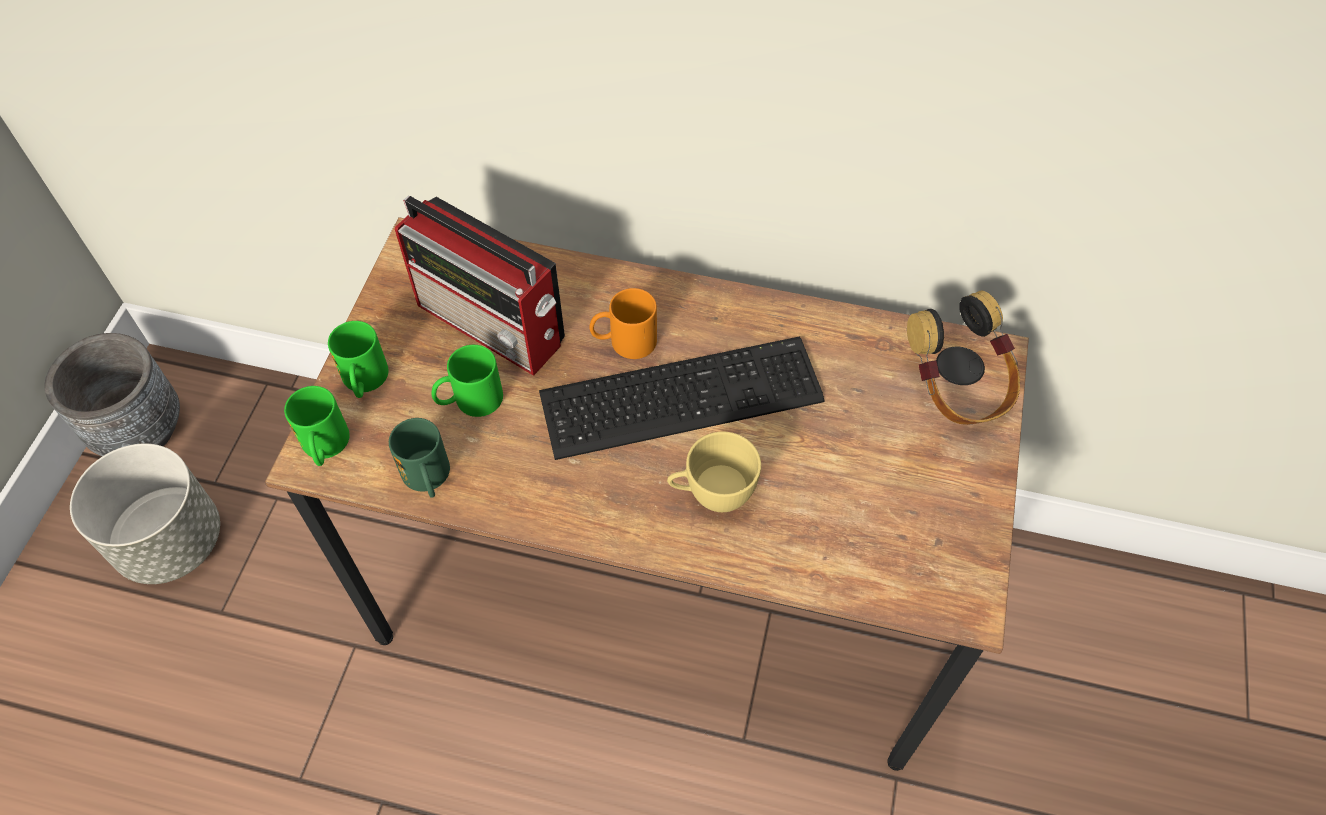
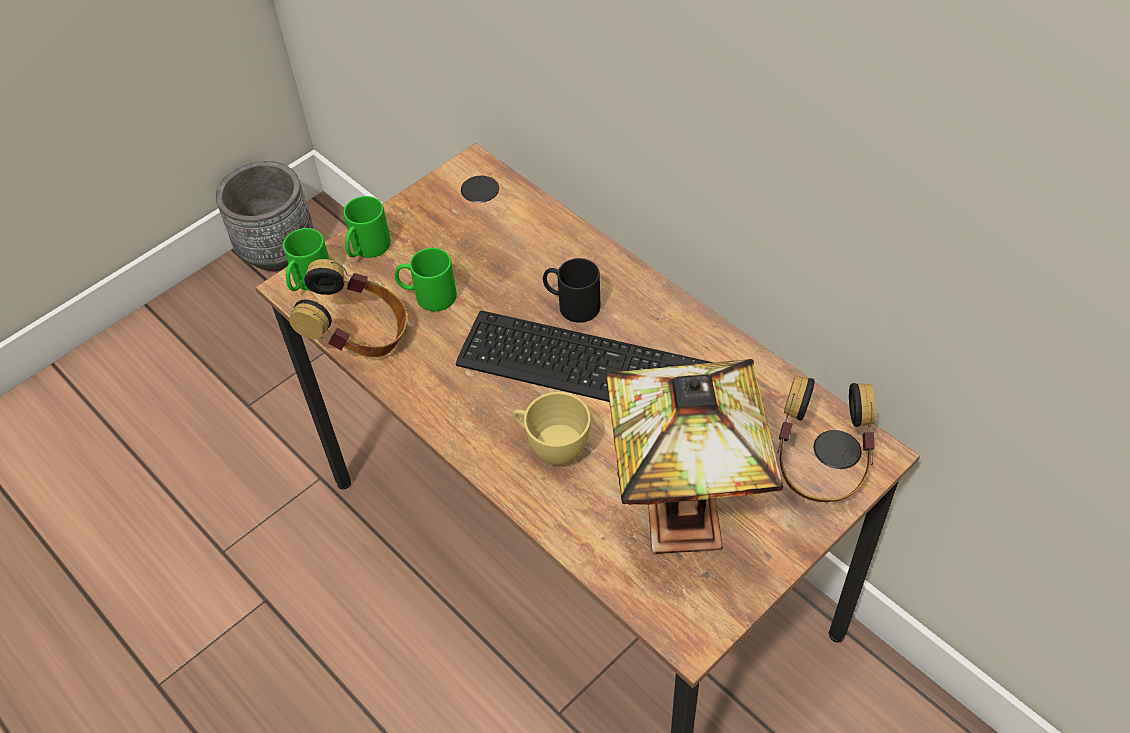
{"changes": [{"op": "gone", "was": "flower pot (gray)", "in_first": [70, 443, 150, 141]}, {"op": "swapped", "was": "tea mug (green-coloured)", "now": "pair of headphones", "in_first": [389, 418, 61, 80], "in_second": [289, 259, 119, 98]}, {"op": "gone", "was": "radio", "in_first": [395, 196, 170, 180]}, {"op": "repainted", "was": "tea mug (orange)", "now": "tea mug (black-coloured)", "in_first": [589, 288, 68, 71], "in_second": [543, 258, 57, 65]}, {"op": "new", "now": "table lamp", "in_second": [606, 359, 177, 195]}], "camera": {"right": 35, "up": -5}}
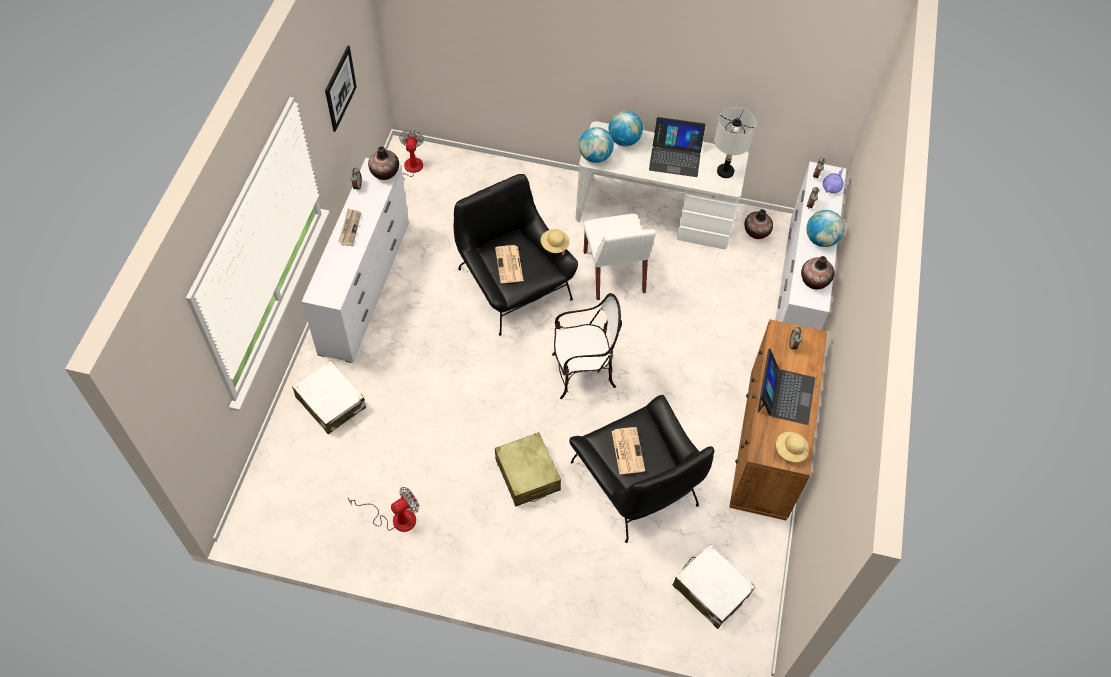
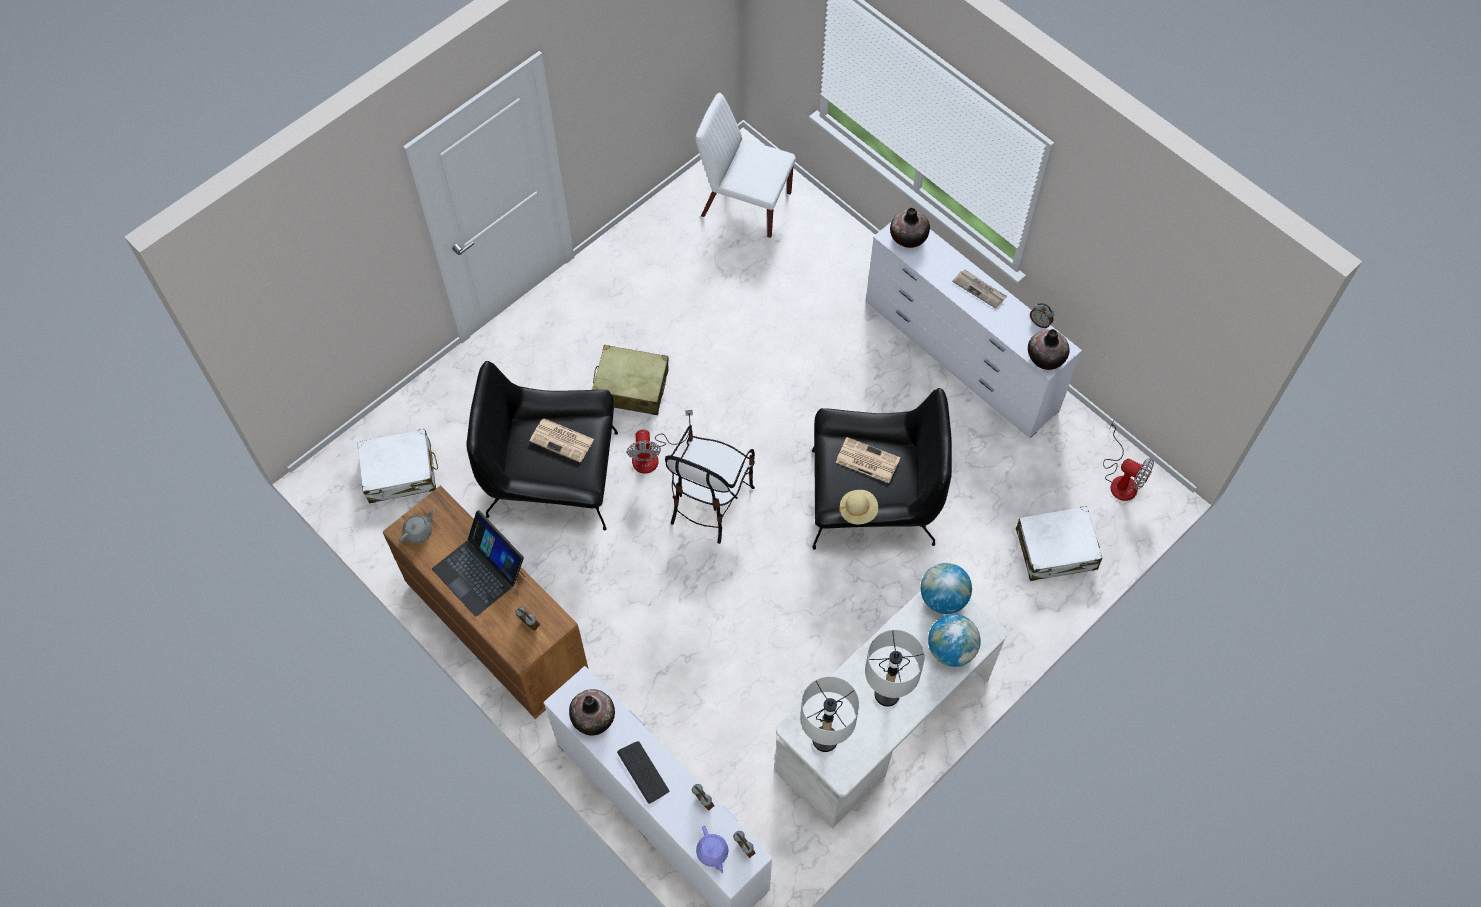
{"changes": [{"op": "shifted", "was": "piece of luggage (white-coloured)", "in_first": [292, 360, 74, 74], "in_second": [1016, 506, 87, 75]}, {"op": "gone", "was": "wall art", "in_first": [325, 45, 32, 87]}, {"op": "shifted", "was": "cooling fan", "in_first": [348, 487, 71, 45], "in_second": [626, 410, 67, 63]}, {"op": "shifted", "was": "upright chair (white-coloured)", "in_first": [583, 214, 73, 86], "in_second": [695, 93, 101, 145]}, {"op": "swapped", "was": "portable computer", "now": "table lamp (gray)", "in_first": [649, 117, 57, 60], "in_second": [865, 630, 60, 77]}, {"op": "shifted", "was": "vase", "in_first": [744, 209, 29, 30], "in_second": [890, 208, 40, 40]}, {"op": "swapped", "was": "wearable hat (beige)", "now": "pot for tea (gray)", "in_first": [776, 432, 33, 30], "in_second": [399, 508, 35, 36]}, {"op": "swapped", "was": "globe", "now": "keyboard", "in_first": [806, 210, 39, 37], "in_second": [617, 741, 53, 63]}], "camera": {"right": 125, "up": 5}}
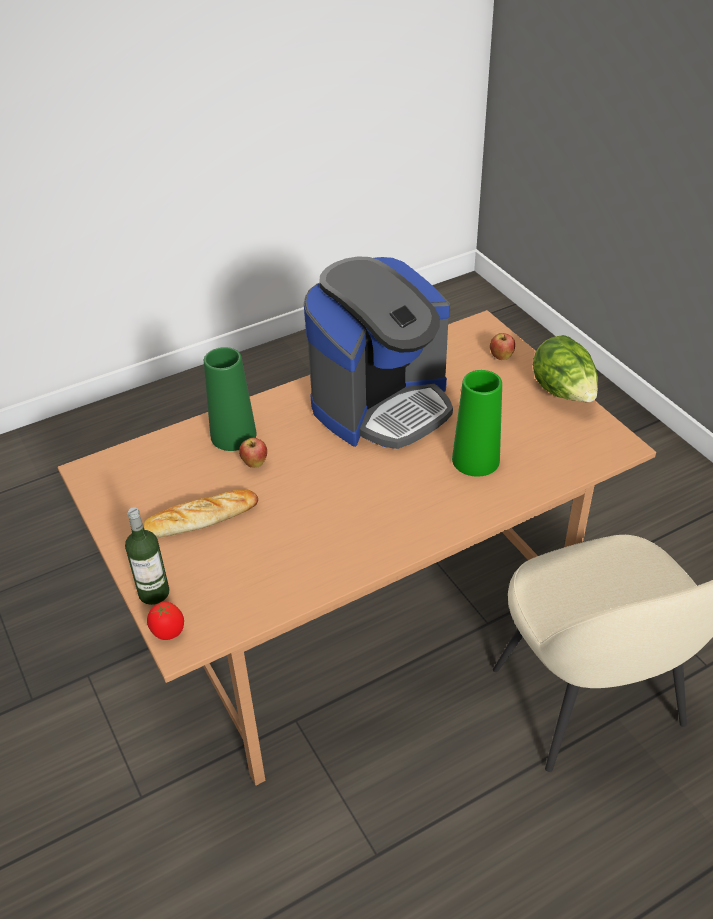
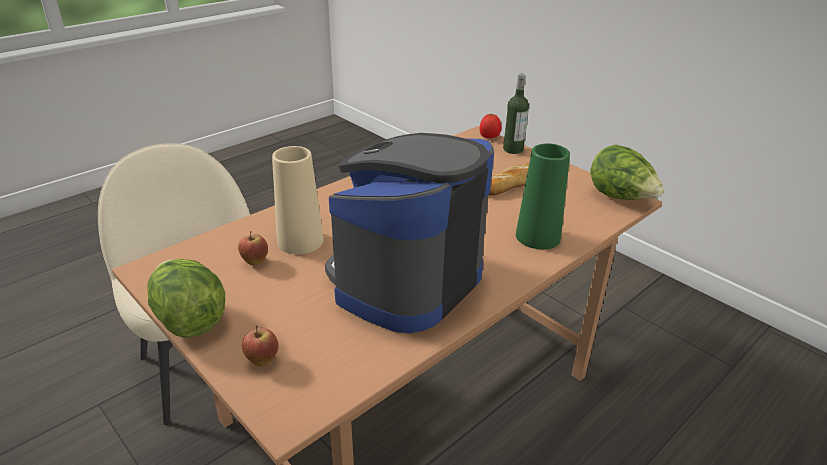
{"changes": [{"op": "shifted", "was": "whole apple", "in_first": [239, 438, 28, 30], "in_second": [238, 231, 30, 35]}, {"op": "repainted", "was": "vase (green-coloured)", "now": "vase (beige)", "in_first": [452, 370, 50, 107], "in_second": [272, 146, 52, 108]}, {"op": "new", "now": "lettuce head", "in_second": [590, 145, 74, 55]}], "camera": {"right": 165, "up": -10}}
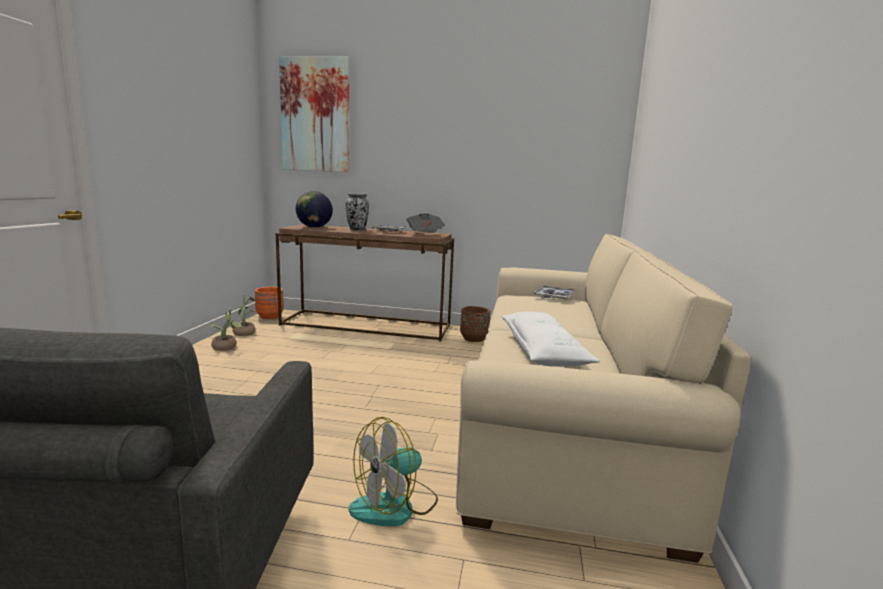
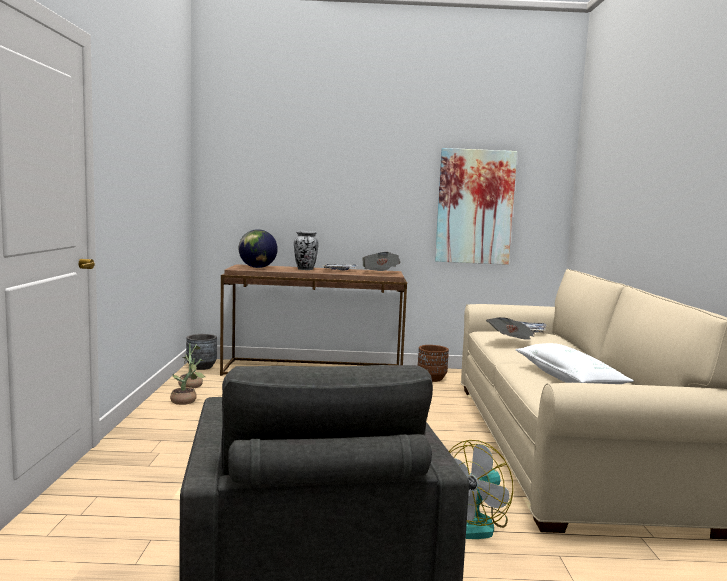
{"changes": [{"op": "repainted", "was": "flower pot (orange)", "now": "flower pot (gray)", "in_first": [255, 287, 29, 32], "in_second": [186, 334, 31, 36]}, {"op": "shifted", "was": "wall art", "in_first": [279, 57, 70, 115], "in_second": [435, 148, 82, 117]}, {"op": "new", "now": "daily paper", "in_second": [486, 317, 49, 23]}], "camera": {"right": -10, "up": -5}}
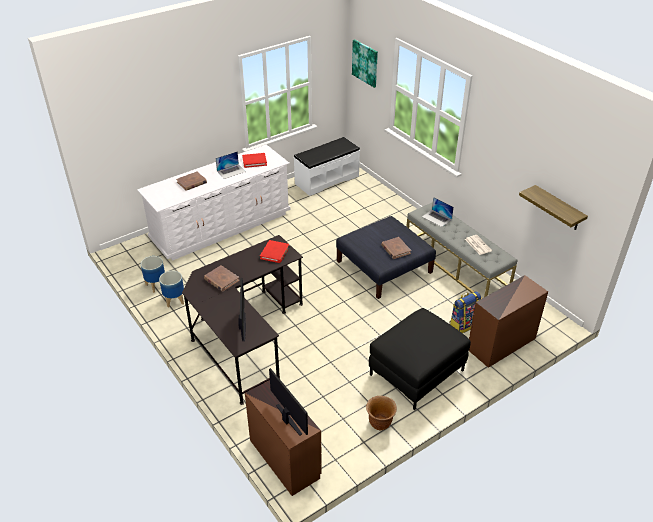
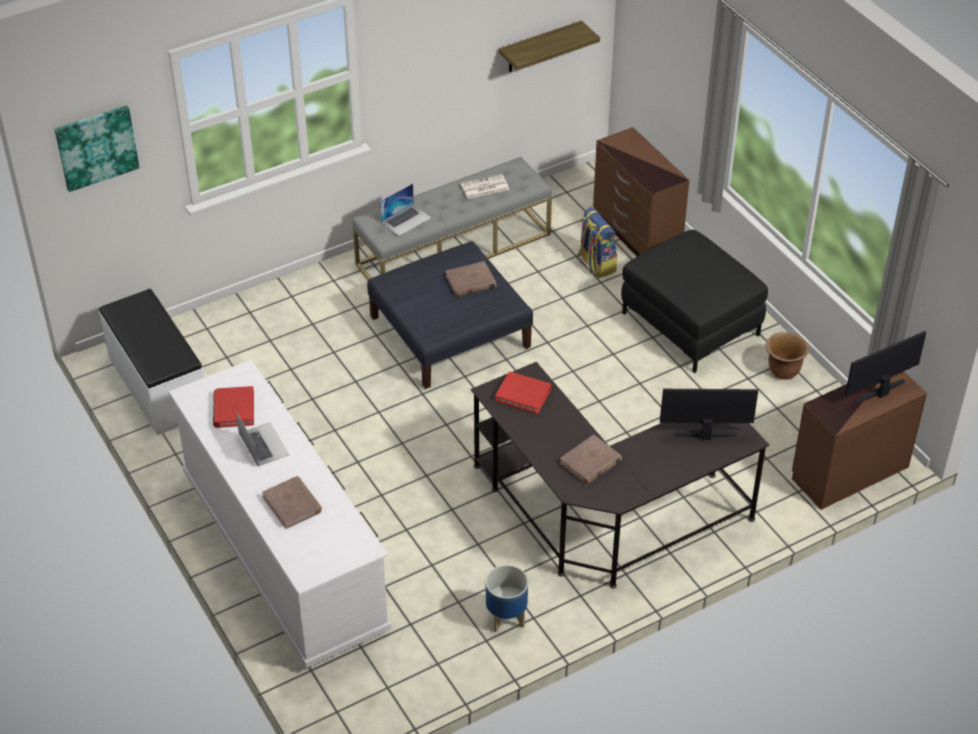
{"changes": [{"op": "gone", "was": "flower pot", "in_first": [141, 256, 24, 37]}], "camera": {"right": -85, "up": 5}}
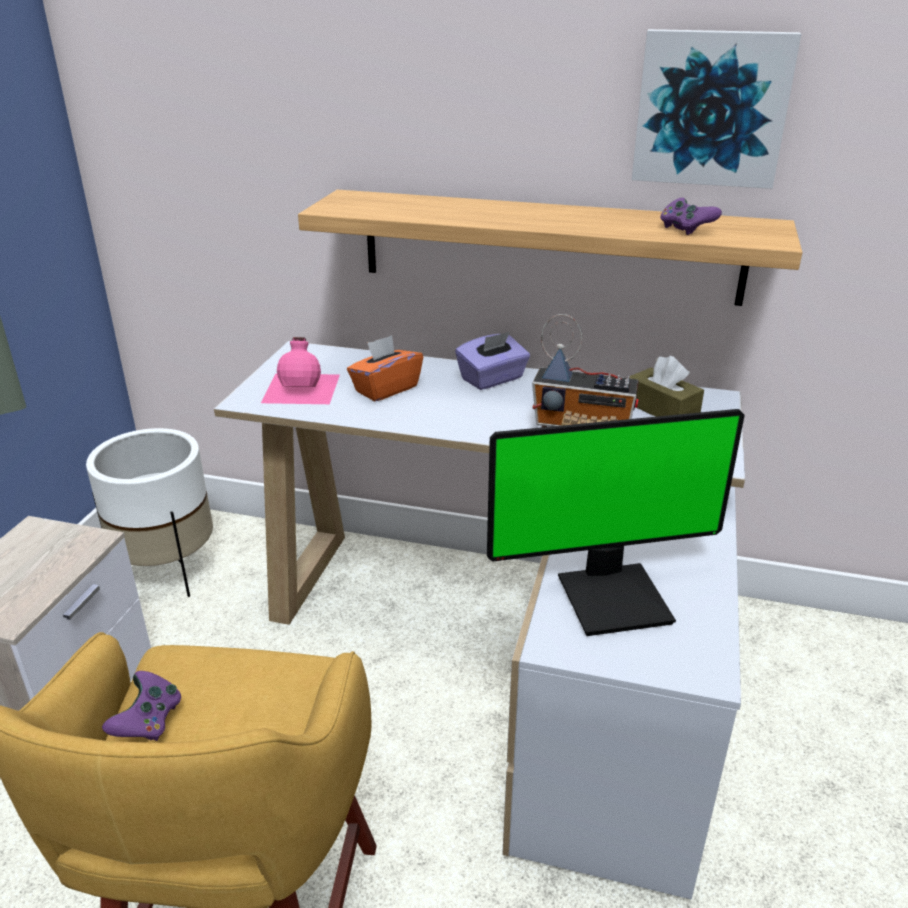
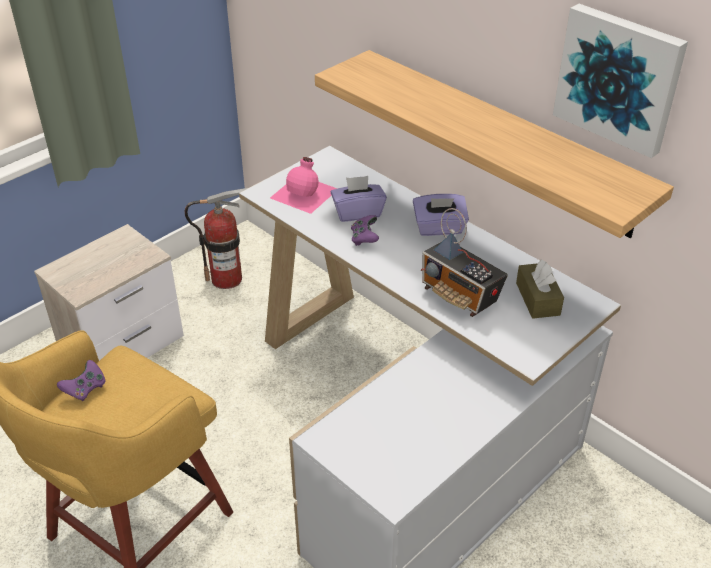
{"changes": [{"op": "swapped", "was": "flower pot (white-coloured)", "now": "extinguisher", "in_first": [86, 428, 127, 169], "in_second": [185, 188, 63, 101]}, {"op": "repainted", "was": "tissue holder (orange)", "now": "tissue holder (purple)", "in_first": [347, 335, 76, 66], "in_second": [331, 176, 56, 46]}, {"op": "gone", "was": "monitor", "in_first": [487, 409, 258, 227]}, {"op": "shifted", "was": "joypad (purple)", "in_first": [660, 198, 62, 37], "in_second": [351, 215, 28, 31]}], "camera": {"right": 30, "up": 10}}
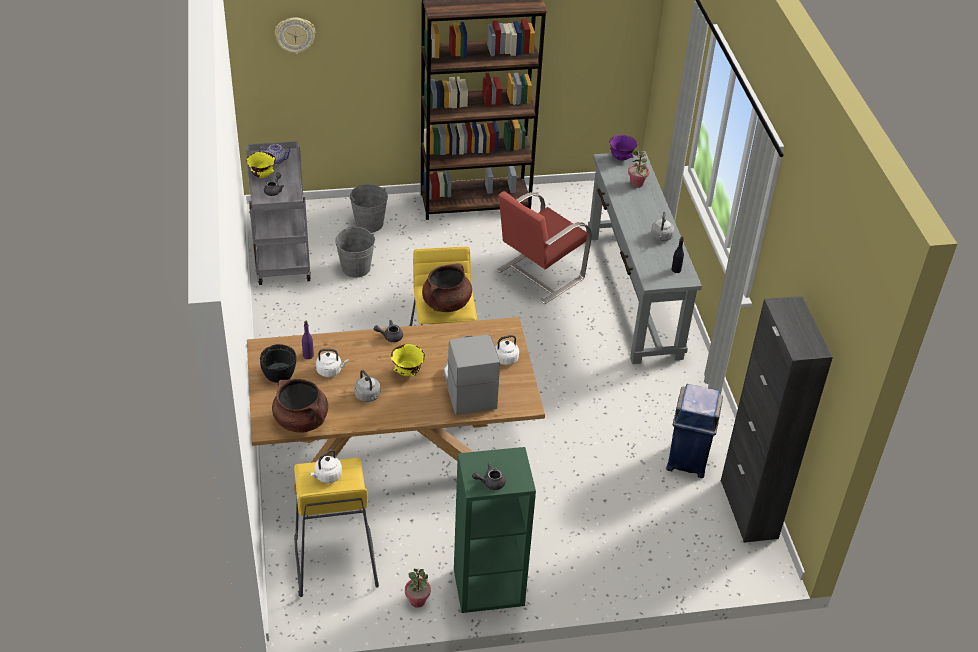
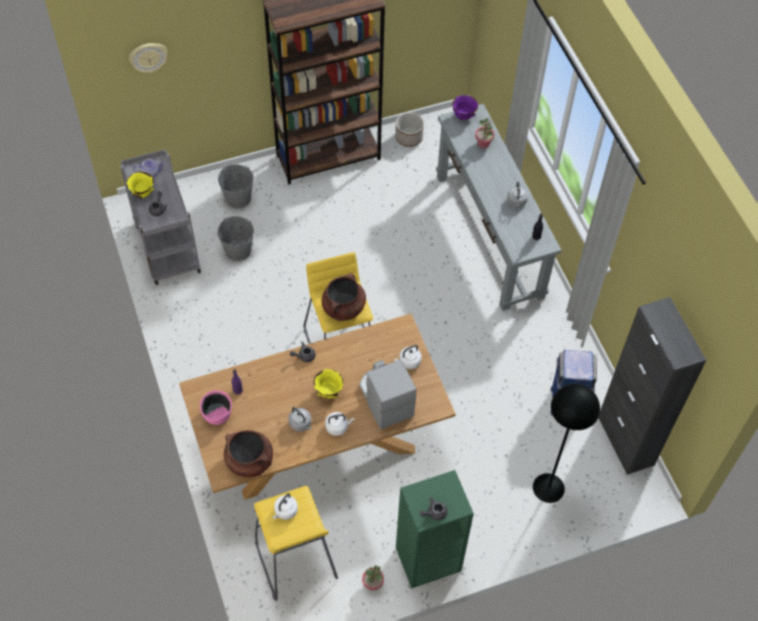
{"changes": [{"op": "repainted", "was": "deep dish (black-coloured)", "now": "deep dish (pink)", "in_first": [260, 344, 36, 39], "in_second": [200, 390, 32, 35]}, {"op": "shifted", "was": "tea kettle (white-coloured)", "in_first": [316, 349, 32, 28], "in_second": [325, 412, 30, 24]}, {"op": "gone", "was": "upright chair (red-coloured)", "in_first": [496, 191, 96, 113]}, {"op": "new", "now": "flower pot", "in_second": [395, 112, 29, 35]}, {"op": "new", "now": "standing lamp (black-coloured)", "in_second": [533, 384, 67, 119]}], "camera": {"right": -10, "up": 15}}
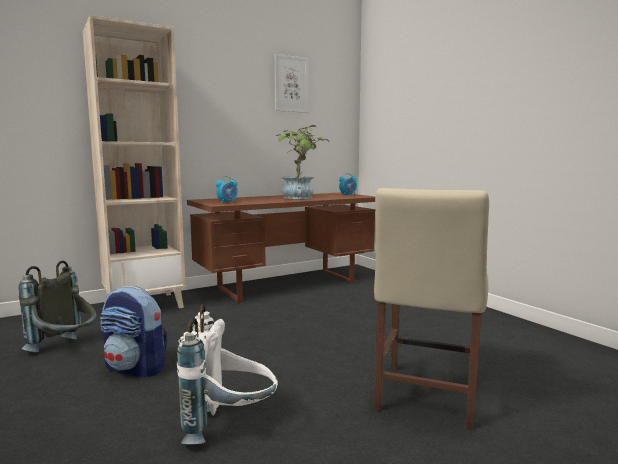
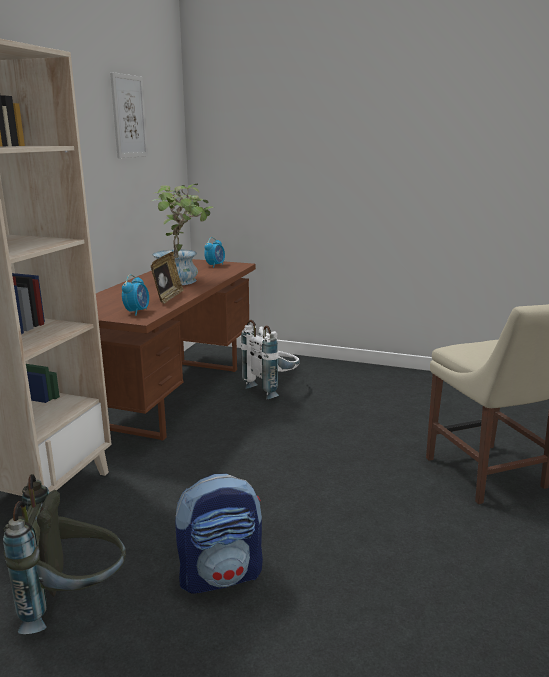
{"changes": [{"op": "shifted", "was": "backpack (white-coloured)", "in_first": [177, 304, 101, 140], "in_second": [241, 320, 59, 80]}, {"op": "new", "now": "picture frame", "in_second": [151, 252, 33, 52]}], "camera": {"right": -40, "up": 10}}
